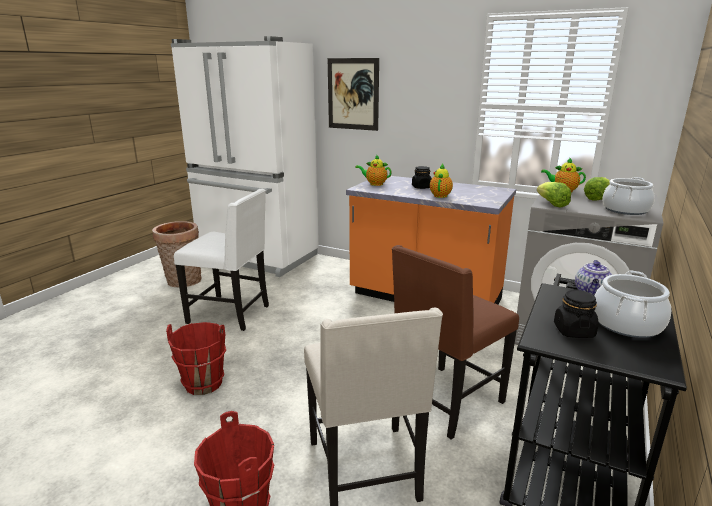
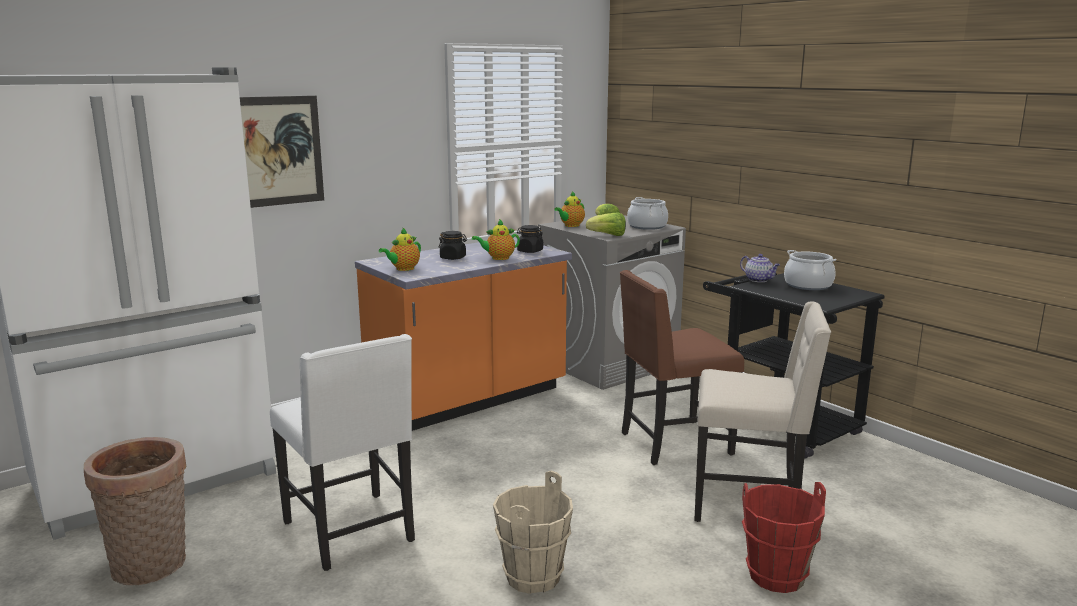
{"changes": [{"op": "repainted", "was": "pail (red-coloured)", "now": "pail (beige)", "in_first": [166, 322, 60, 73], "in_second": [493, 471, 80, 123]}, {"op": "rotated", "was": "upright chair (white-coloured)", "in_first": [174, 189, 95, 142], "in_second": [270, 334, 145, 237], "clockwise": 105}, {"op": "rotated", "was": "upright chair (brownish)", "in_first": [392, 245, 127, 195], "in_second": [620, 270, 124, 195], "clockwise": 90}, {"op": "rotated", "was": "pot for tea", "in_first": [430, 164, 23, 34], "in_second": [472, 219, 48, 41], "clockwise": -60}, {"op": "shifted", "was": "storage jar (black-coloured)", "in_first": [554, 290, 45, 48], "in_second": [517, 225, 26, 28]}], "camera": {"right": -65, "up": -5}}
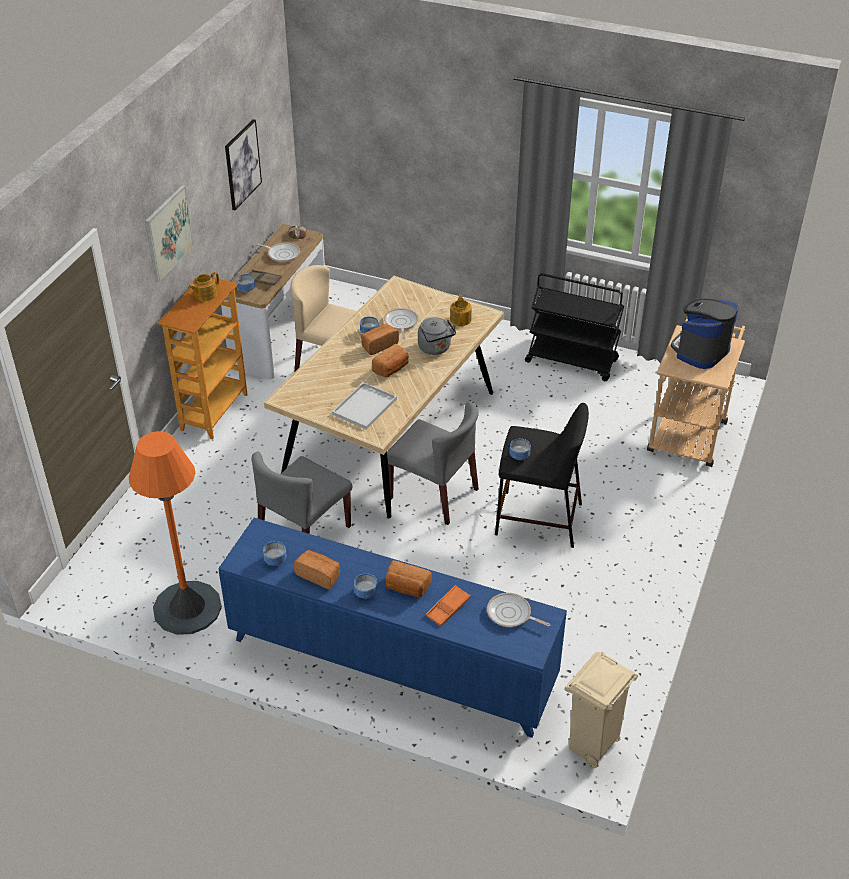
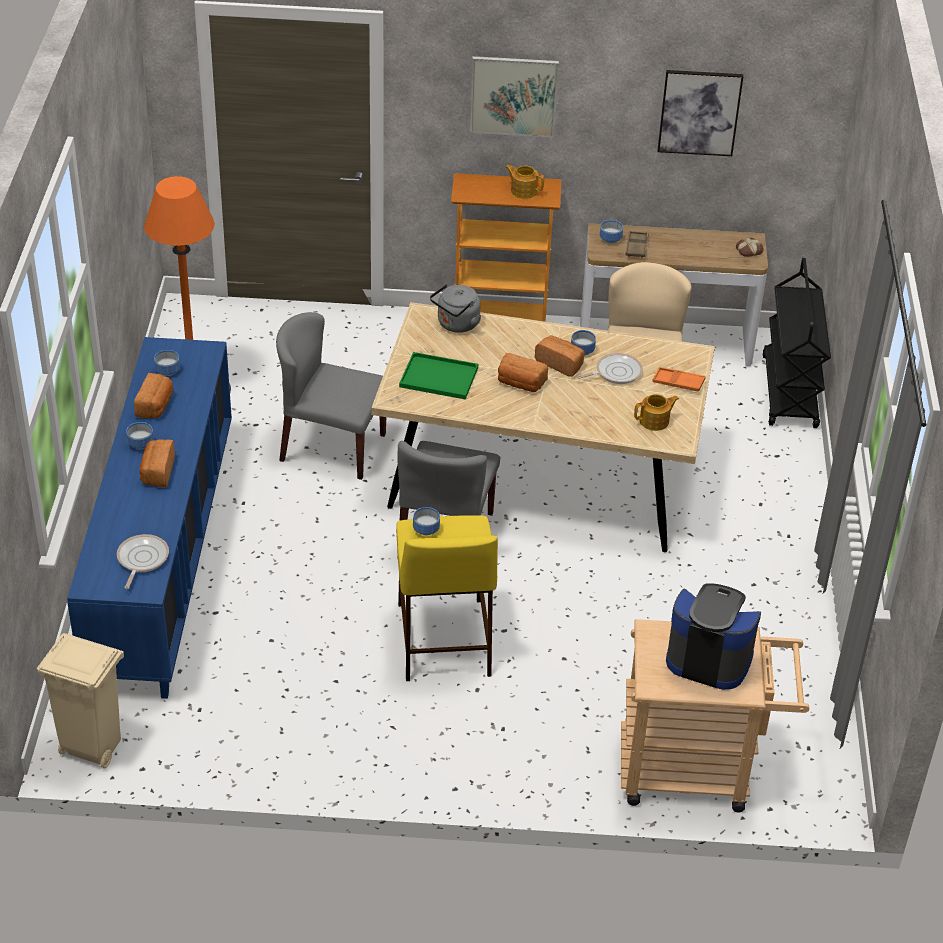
{"changes": [{"op": "gone", "was": "frying pan", "in_first": [255, 243, 45, 20]}, {"op": "repainted", "was": "tray (white-coloured)", "now": "tray (green-coloured)", "in_first": [332, 382, 65, 47], "in_second": [399, 352, 79, 48]}, {"op": "shifted", "was": "tea kettle (gray)", "in_first": [418, 317, 38, 38], "in_second": [430, 284, 52, 49]}, {"op": "shifted", "was": "tray (orange)", "in_first": [426, 585, 45, 41], "in_second": [652, 367, 54, 24]}, {"op": "repainted", "was": "stool seat (black-coloured)", "now": "stool seat (yellow)", "in_first": [495, 403, 94, 145], "in_second": [396, 515, 102, 166]}, {"op": "shifted", "was": "wheeled cart (black-coloured)", "in_first": [525, 273, 99, 108], "in_second": [762, 258, 69, 170]}], "camera": {"right": 70, "up": 0}}
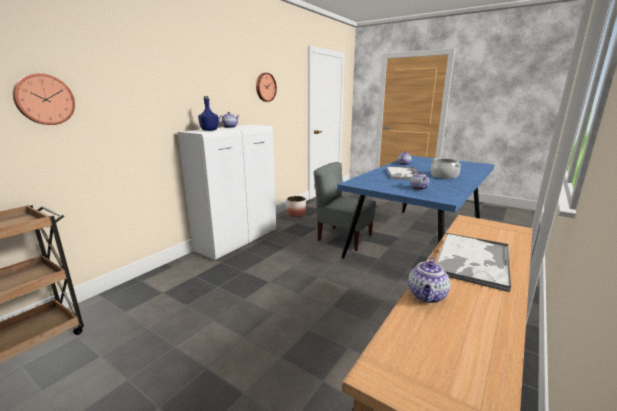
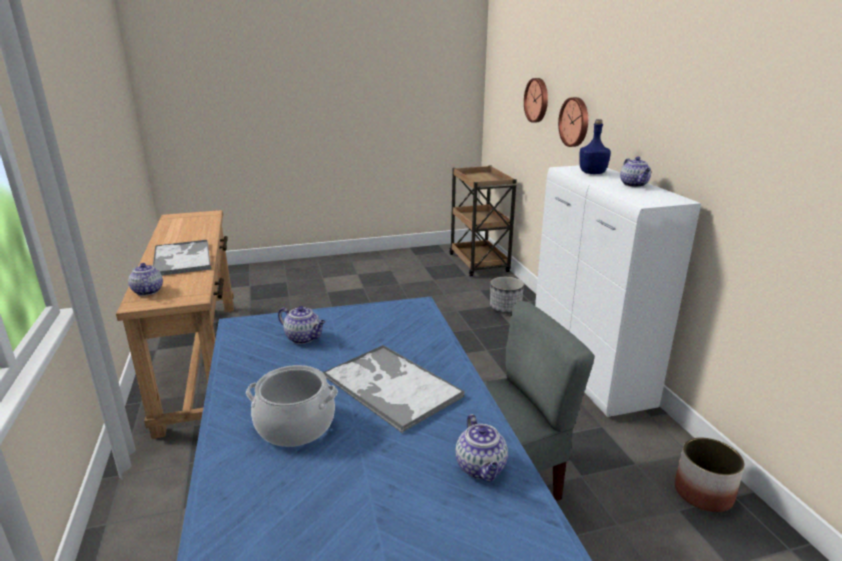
{"changes": [{"op": "shifted", "was": "clock on the wall", "in_first": [256, 73, 21, 29], "in_second": [558, 97, 30, 50]}, {"op": "shifted", "was": "pot for tea", "in_first": [408, 257, 42, 46], "in_second": [128, 263, 35, 33]}, {"op": "new", "now": "flower pot", "in_second": [490, 277, 34, 36]}], "camera": {"right": 130, "up": 5}}
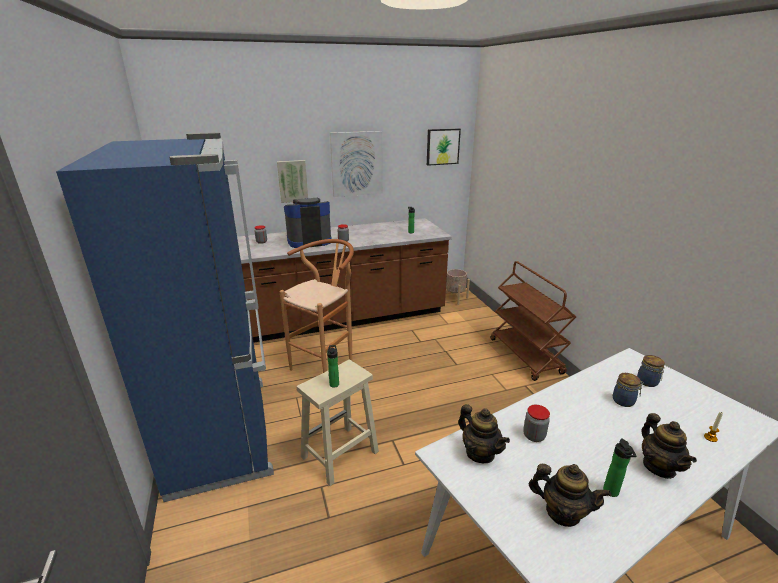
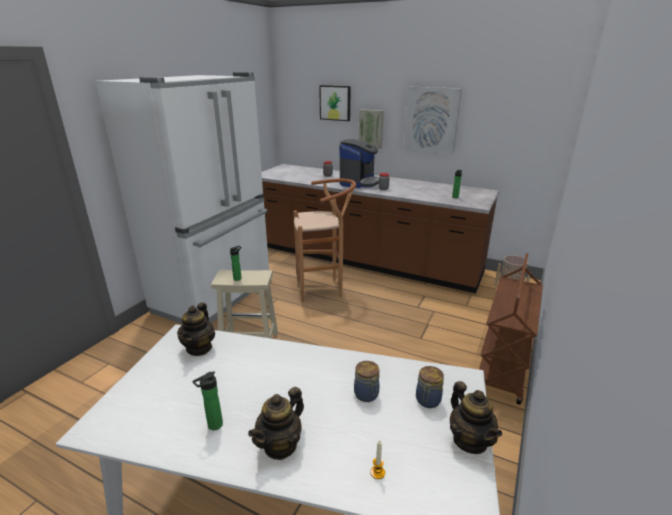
{"changes": [{"op": "repainted", "was": "fridge (blue)", "now": "fridge (white-coloured)", "in_first": [56, 132, 218, 370], "in_second": [96, 72, 175, 252]}, {"op": "rotated", "was": "coffee maker", "in_first": [284, 198, 47, 50], "in_second": [339, 139, 40, 49], "clockwise": 90}, {"op": "shifted", "was": "wall art", "in_first": [427, 128, 34, 38], "in_second": [319, 85, 32, 36]}, {"op": "gone", "was": "storage jar", "in_first": [523, 405, 27, 37]}, {"op": "shifted", "was": "pot for tea", "in_first": [529, 464, 82, 63], "in_second": [450, 381, 52, 73]}], "camera": {"right": 45, "up": 0}}
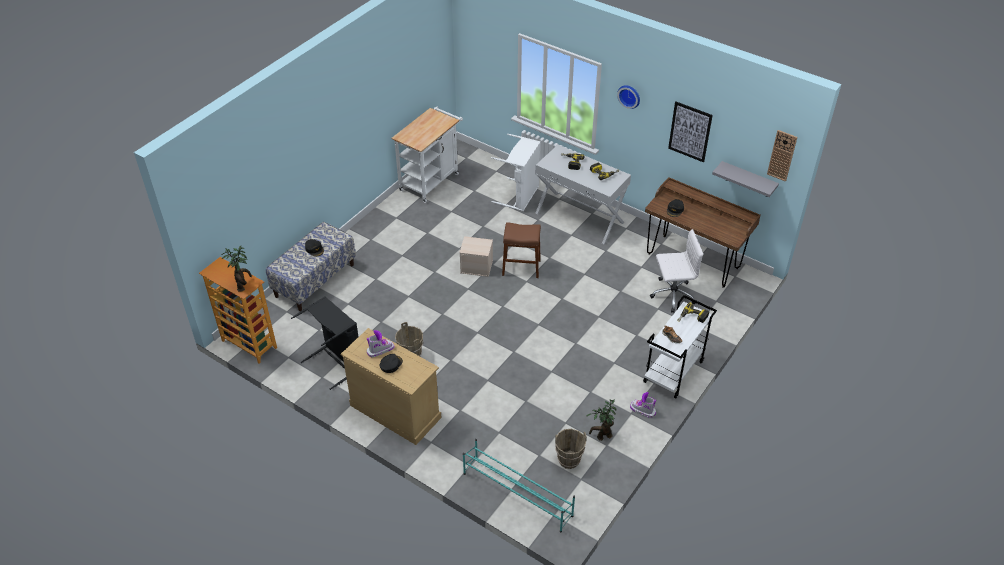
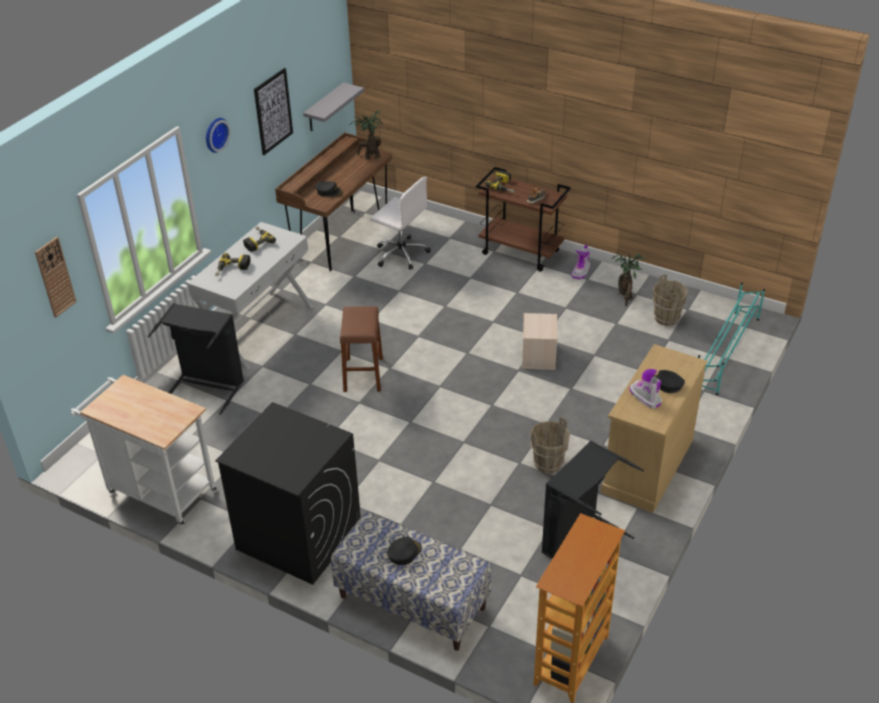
{"changes": [{"op": "shifted", "was": "plant in a pot", "in_first": [222, 246, 30, 46], "in_second": [349, 110, 34, 50]}, {"op": "shifted", "was": "storage box (beige)", "in_first": [459, 236, 34, 41], "in_second": [522, 313, 35, 57]}, {"op": "repainted", "was": "hamper (white-coloured)", "now": "hamper (black-coloured)", "in_first": [491, 134, 49, 77], "in_second": [147, 303, 97, 112]}, {"op": "repainted", "was": "wheeled cart (white-coloured)", "now": "wheeled cart (brownish)", "in_first": [643, 295, 74, 103], "in_second": [476, 167, 95, 105]}, {"op": "rotated", "was": "office chair (white-coloured)", "in_first": [650, 229, 53, 84], "in_second": [370, 177, 61, 93], "clockwise": 135}, {"op": "shifted", "was": "clock on the wall", "in_first": [767, 130, 30, 52], "in_second": [35, 236, 42, 82]}, {"op": "new", "now": "washing machine (black-coloured)", "in_second": [215, 402, 146, 183]}], "camera": {"right": -95, "up": -5}}
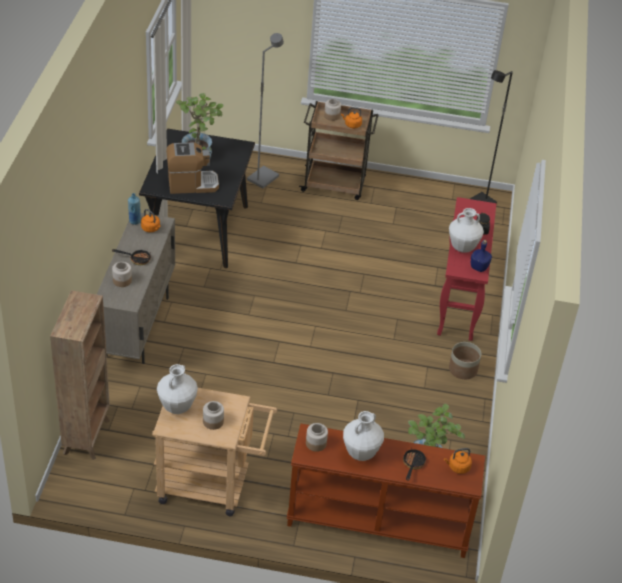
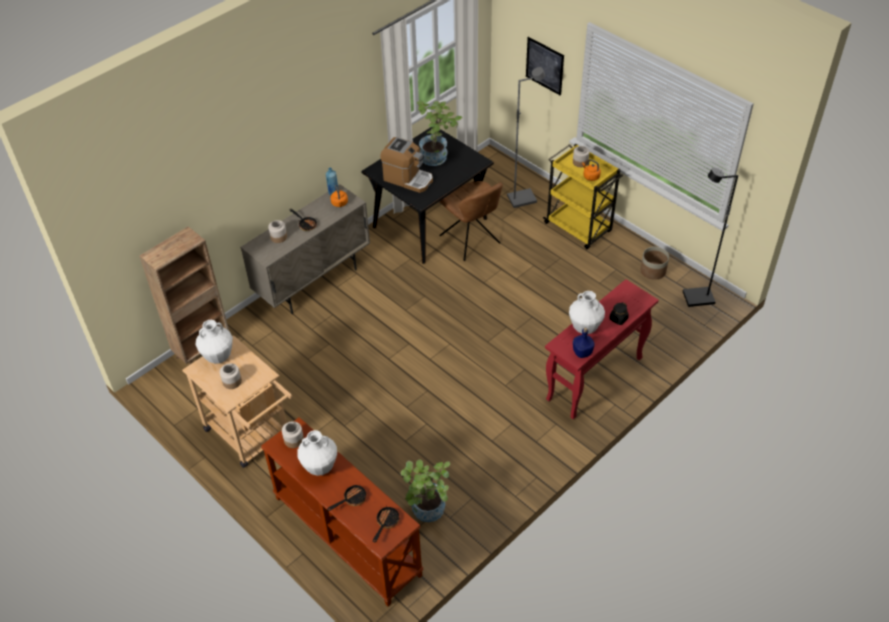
{"changes": [{"op": "repainted", "was": "wheeled cart (brownish)", "now": "wheeled cart (yellow)", "in_first": [299, 101, 79, 99], "in_second": [543, 144, 80, 105]}, {"op": "swapped", "was": "tea kettle (orange)", "now": "frying pan", "in_first": [444, 448, 28, 26], "in_second": [373, 505, 27, 37]}, {"op": "shifted", "was": "flower pot", "in_first": [449, 342, 32, 37], "in_second": [640, 247, 29, 33]}, {"op": "new", "now": "upright chair (brownish)", "in_second": [439, 181, 64, 80]}, {"op": "new", "now": "wall art", "in_second": [526, 37, 38, 58]}], "camera": {"right": 40, "up": 5}}
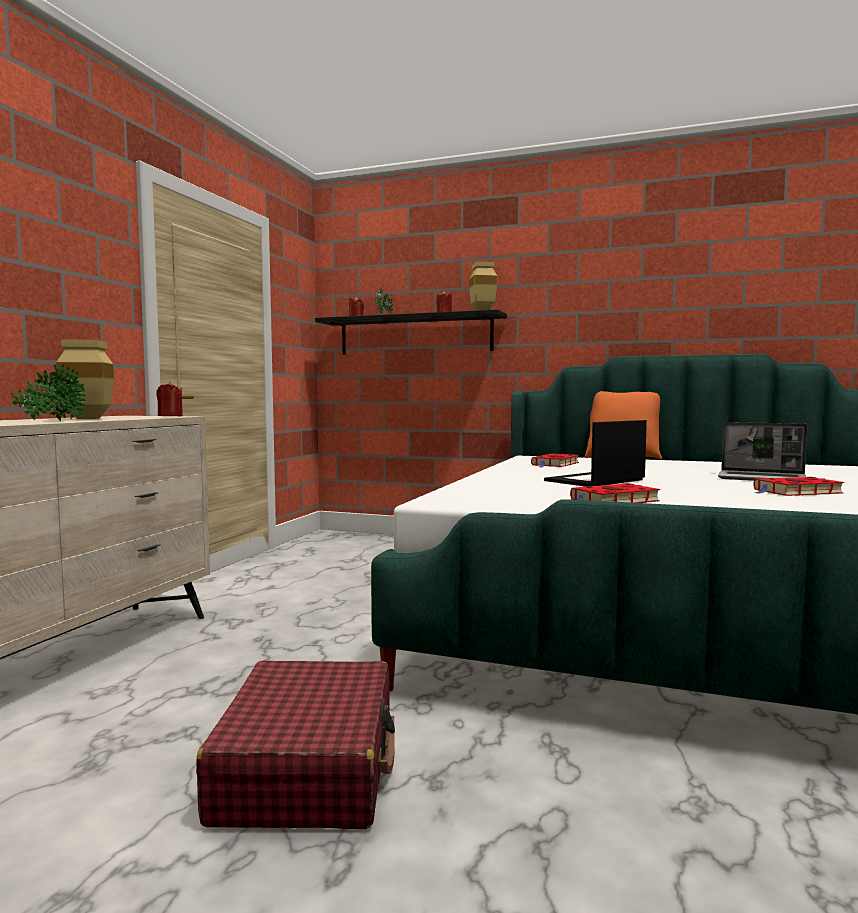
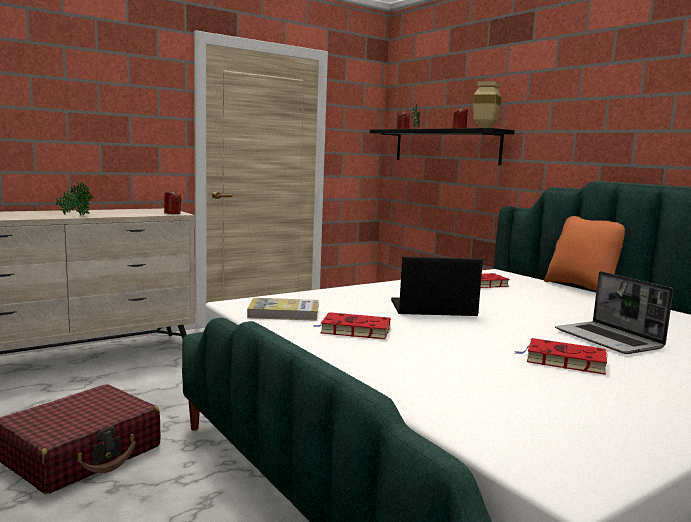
{"changes": [{"op": "gone", "was": "vase (beige)", "in_first": [56, 339, 58, 80]}, {"op": "new", "now": "volume", "in_second": [247, 298, 72, 23]}], "camera": {"right": 35, "up": 5}}
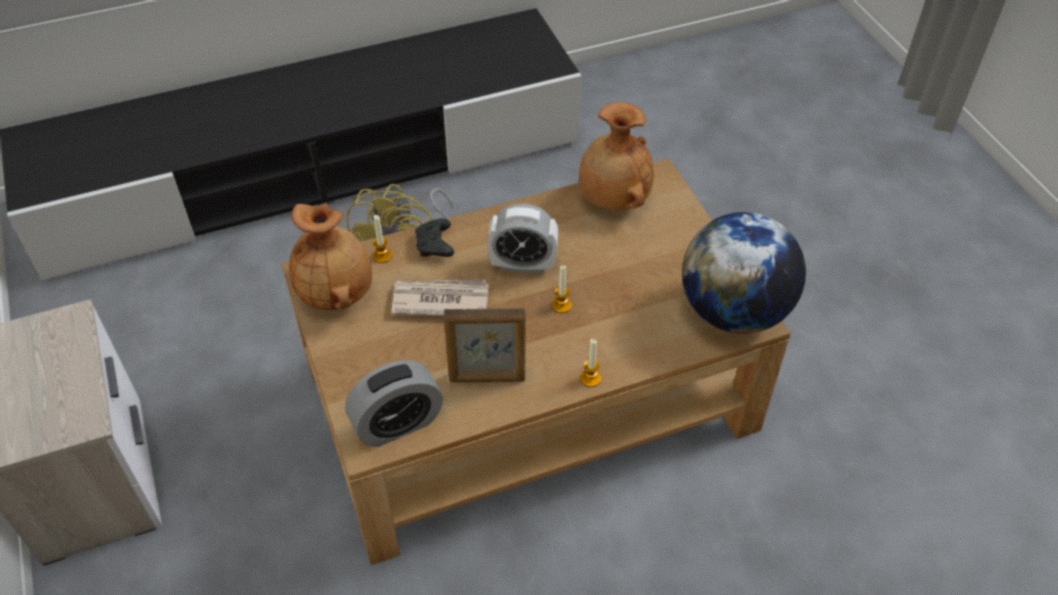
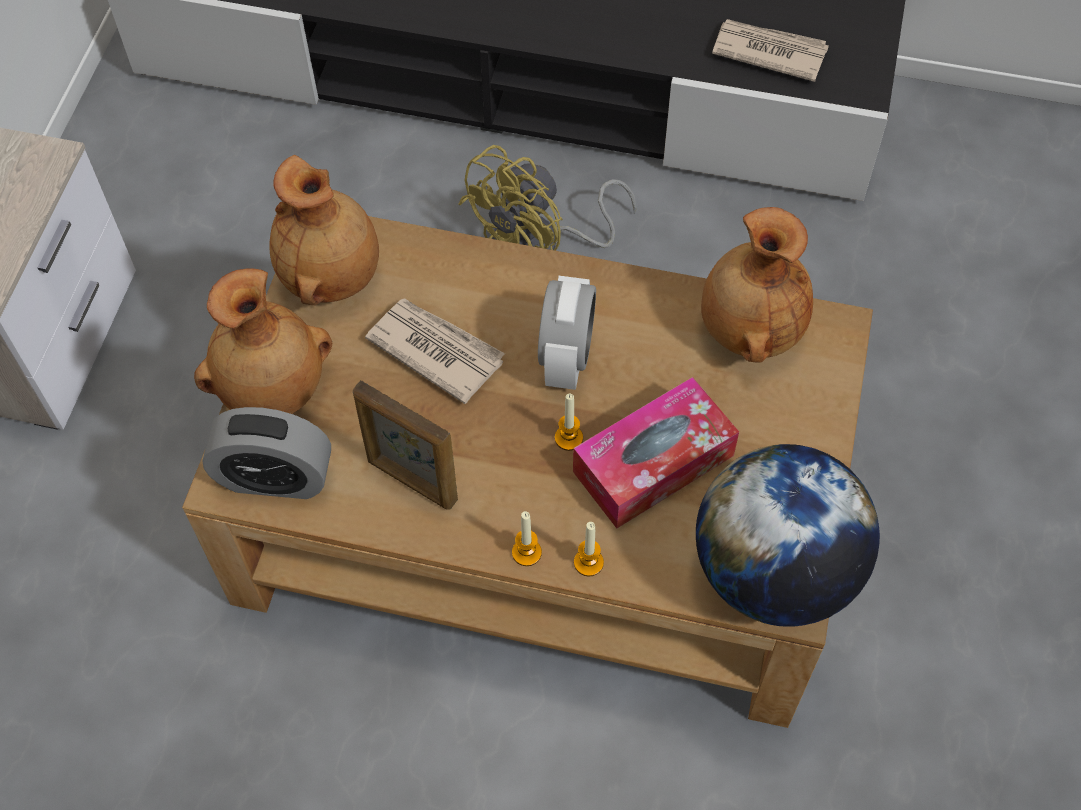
{"changes": [{"op": "shifted", "was": "candle", "in_first": [373, 215, 19, 48], "in_second": [574, 522, 30, 55]}, {"op": "gone", "was": "joypad (black-coloured)", "in_first": [415, 218, 39, 39]}, {"op": "rotated", "was": "table clock", "in_first": [487, 204, 71, 70], "in_second": [538, 276, 58, 114], "clockwise": -120}, {"op": "new", "now": "vase (brownish)", "in_second": [194, 268, 138, 146]}, {"op": "new", "now": "tissue holder", "in_second": [573, 377, 166, 151]}, {"op": "new", "now": "daily paper", "in_second": [712, 19, 117, 63]}], "camera": {"right": 35, "up": 10}}
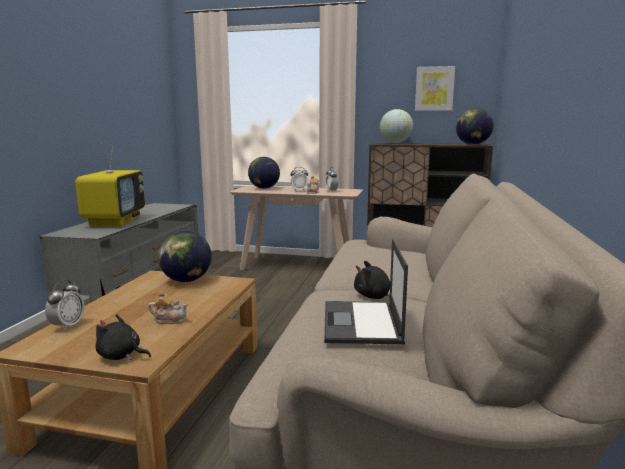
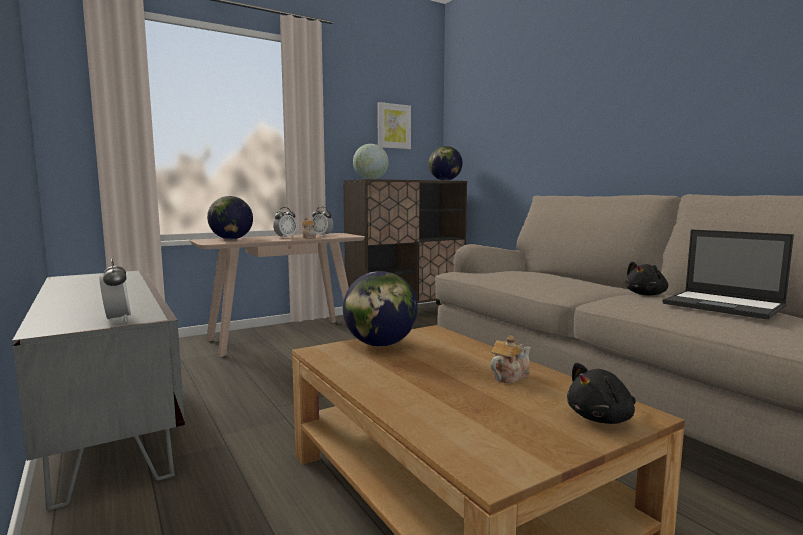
{"changes": [{"op": "shifted", "was": "table clock", "in_first": [45, 280, 40, 51], "in_second": [99, 259, 32, 63]}, {"op": "gone", "was": "television", "in_first": [75, 143, 70, 84]}], "camera": {"right": -45, "up": -5}}
